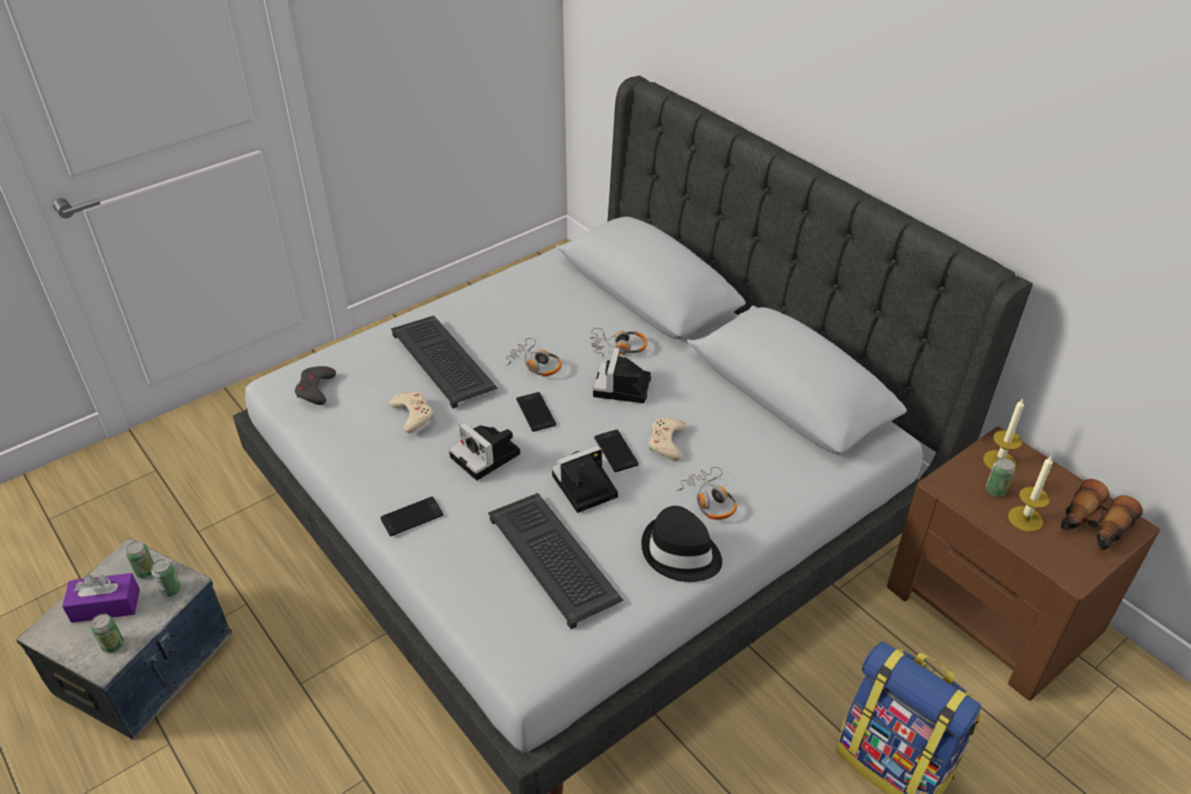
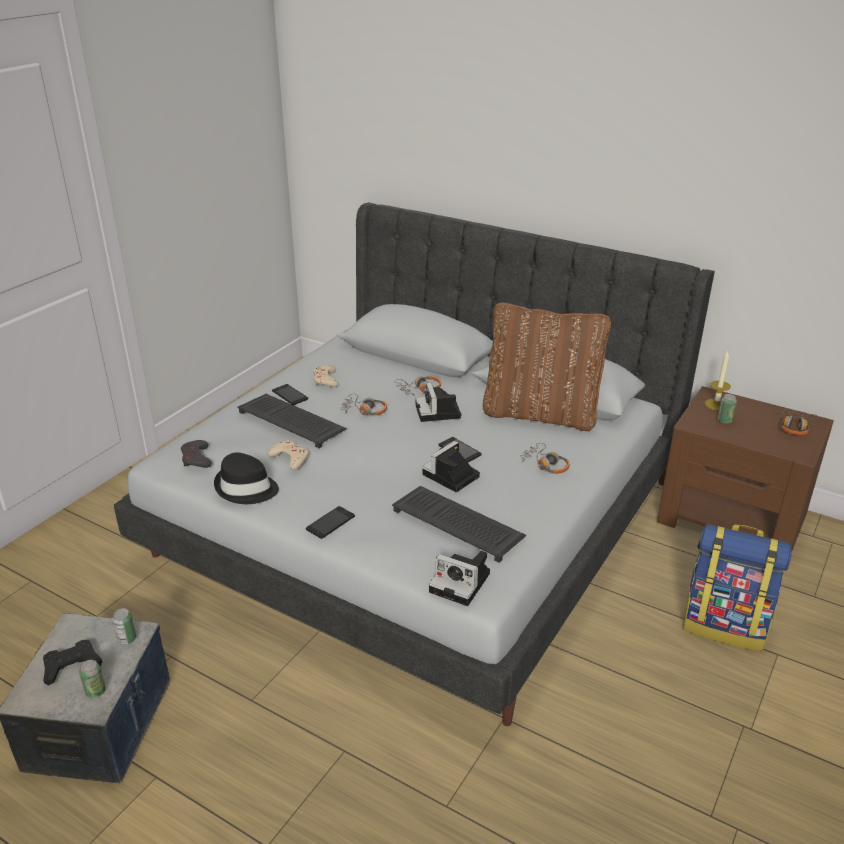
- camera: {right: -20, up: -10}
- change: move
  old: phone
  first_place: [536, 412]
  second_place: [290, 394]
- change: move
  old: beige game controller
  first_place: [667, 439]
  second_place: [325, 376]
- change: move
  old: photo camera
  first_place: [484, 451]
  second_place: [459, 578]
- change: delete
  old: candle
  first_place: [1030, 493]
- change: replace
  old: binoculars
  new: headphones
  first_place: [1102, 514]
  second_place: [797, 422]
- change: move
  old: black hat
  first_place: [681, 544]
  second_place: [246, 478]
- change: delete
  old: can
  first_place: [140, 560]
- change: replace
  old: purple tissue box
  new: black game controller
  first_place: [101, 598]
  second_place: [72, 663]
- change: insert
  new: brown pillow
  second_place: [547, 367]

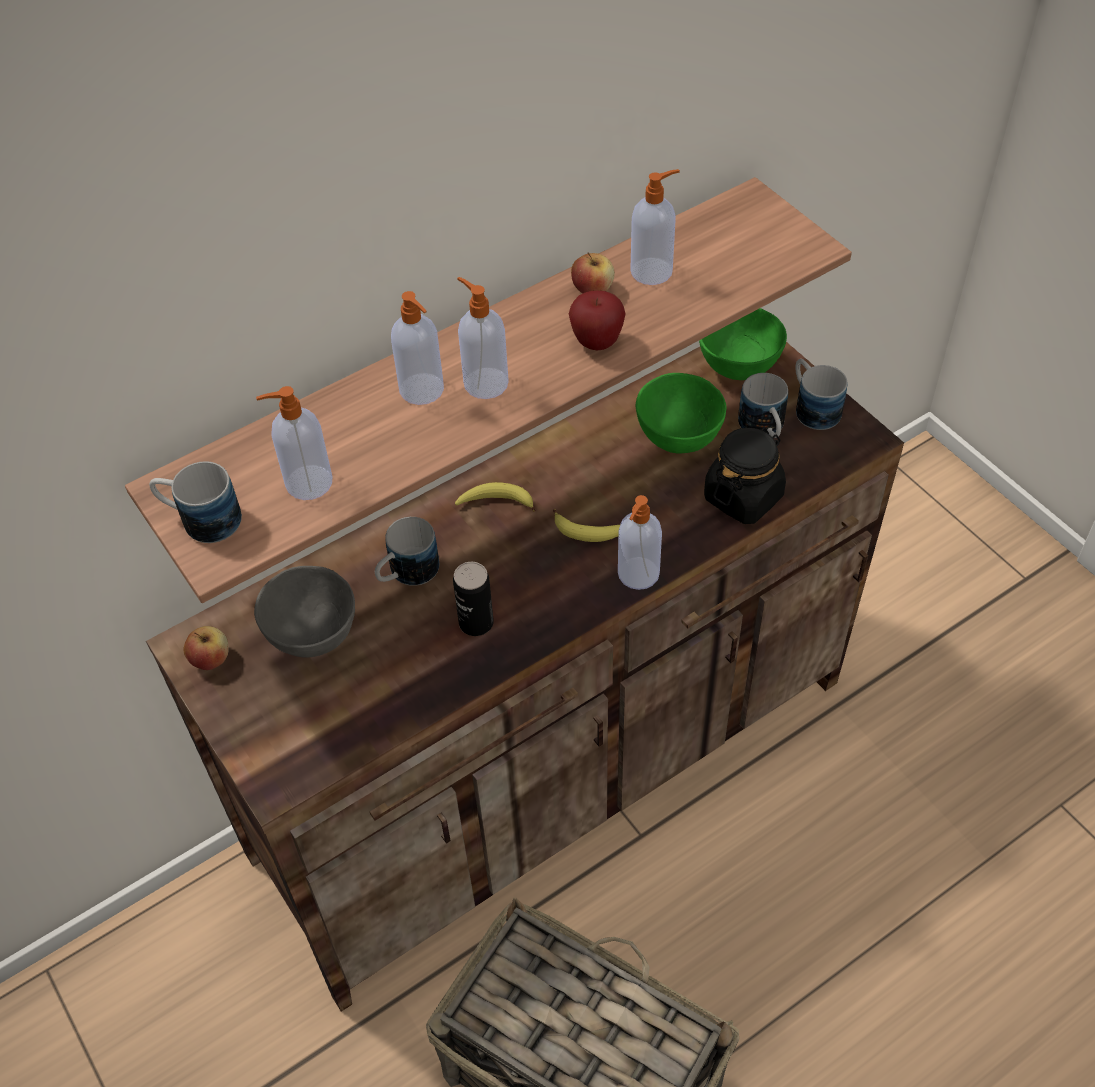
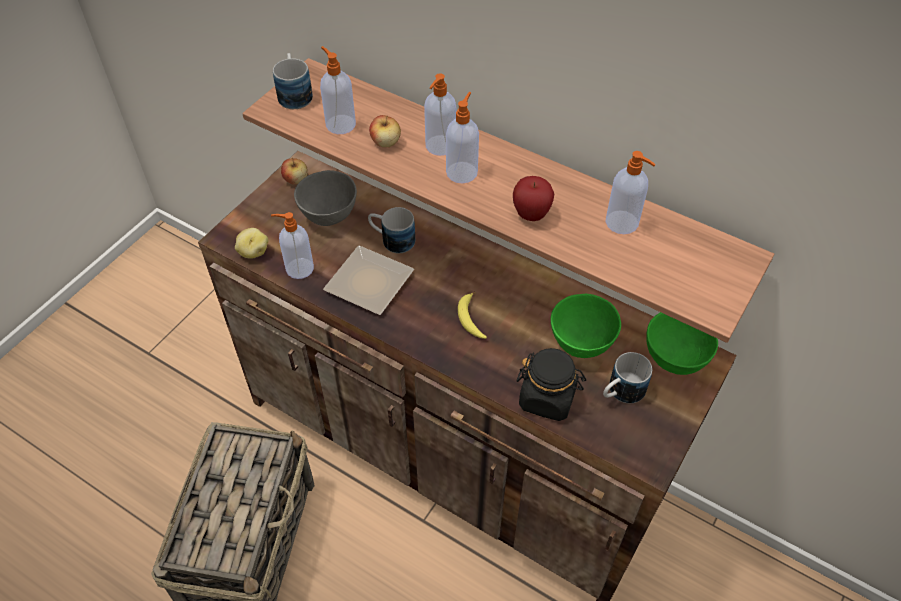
- camera: {right: 65, up: 0}
- change: move
  old: apple
  first_place: [593, 273]
  second_place: [385, 131]
- change: delete
  old: mug
  first_place: [822, 394]
- change: delete
  old: banana
  first_place: [495, 497]
- change: move
  old: soap dispenser
  first_place: [640, 542]
  second_place: [292, 245]
- change: replace
  old: can
  new: plate
  first_place: [473, 599]
  second_place: [368, 280]
- change: insert
  new: potato
  second_place: [251, 243]

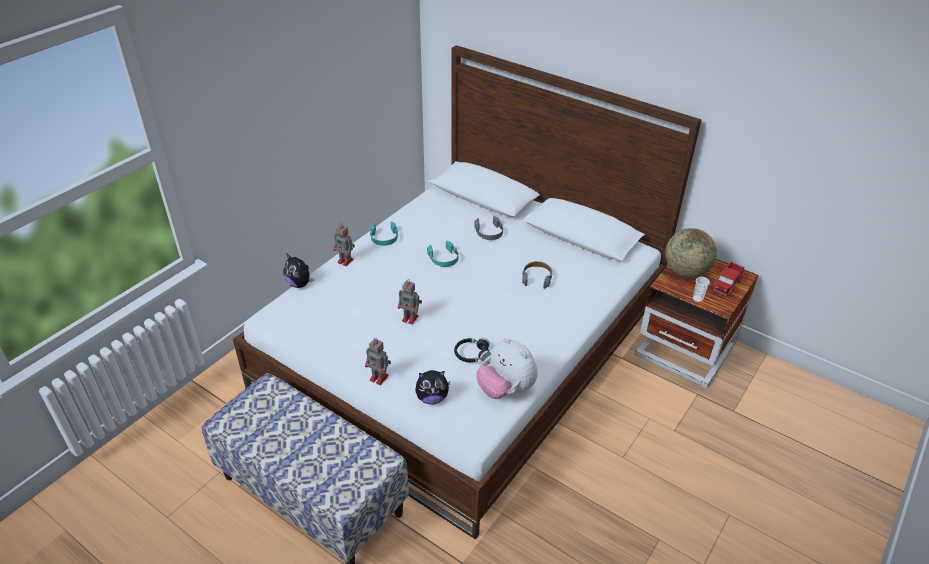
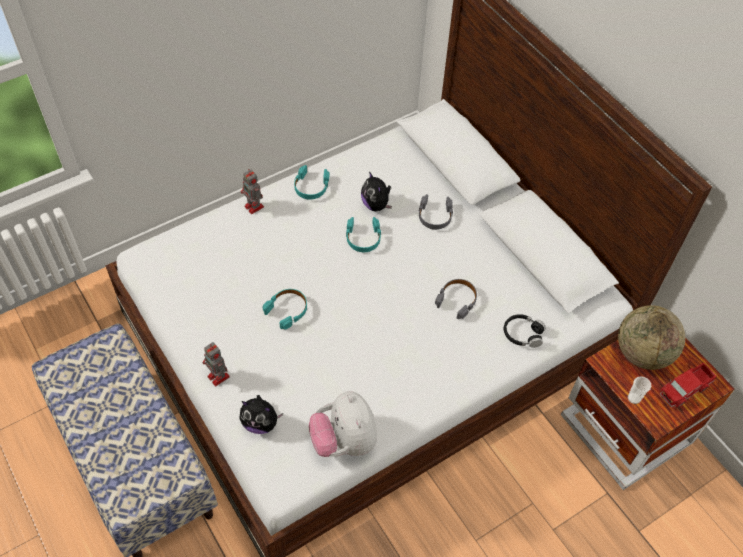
- camera: {right: 20, up: 15}
- change: move
  old: plush toy
  first_place: [298, 270]
  second_place: [376, 191]
- change: replace
  old: toy robot
  new: turquoise headphones
  first_place: [410, 302]
  second_place: [284, 309]
- change: move
  old: black headphones
  first_place: [472, 350]
  second_place: [525, 331]

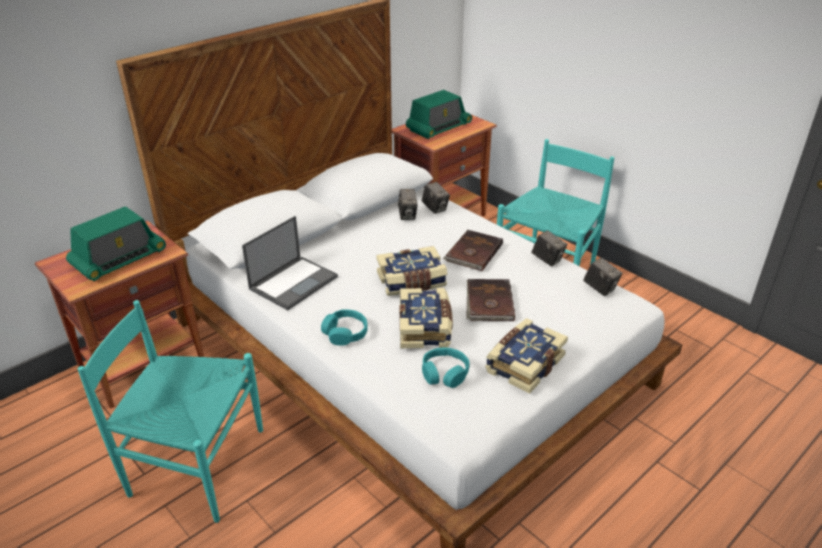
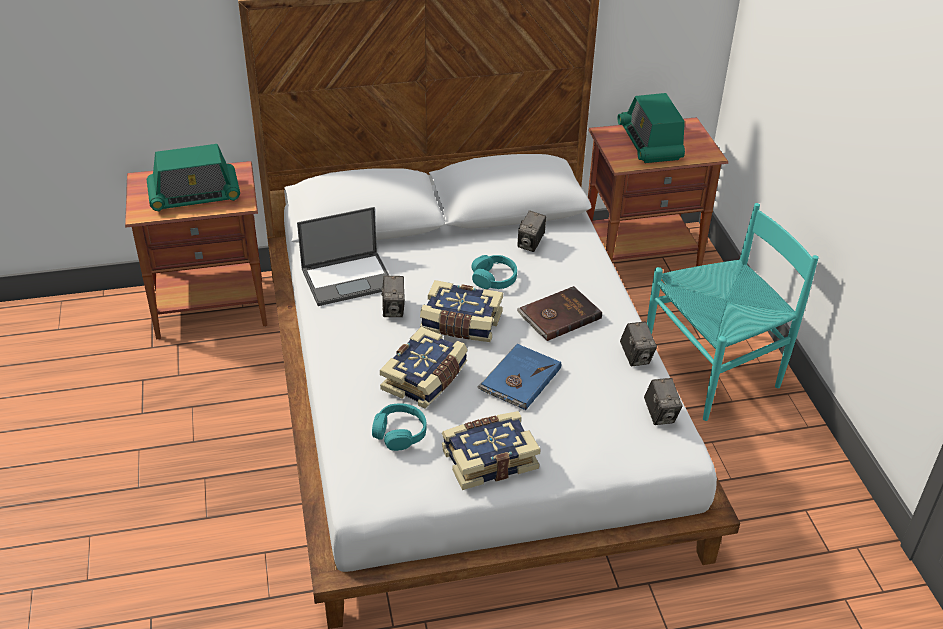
- camera: {right: 30, up: 5}
- change: rotate
  old: radio
  first_place: [439, 114]
  second_place: [651, 128]
  degrees: 90
- change: move
  old: photo camera
  first_place: [436, 198]
  second_place: [393, 296]
- change: recolor
  old: brown book
  new: blue book
  first_place: [490, 300]
  second_place: [519, 377]
- change: delete
  old: turquoise chair
  first_place: [170, 411]
- change: move
  old: turquoise headphones
  first_place: [344, 327]
  second_place: [494, 272]

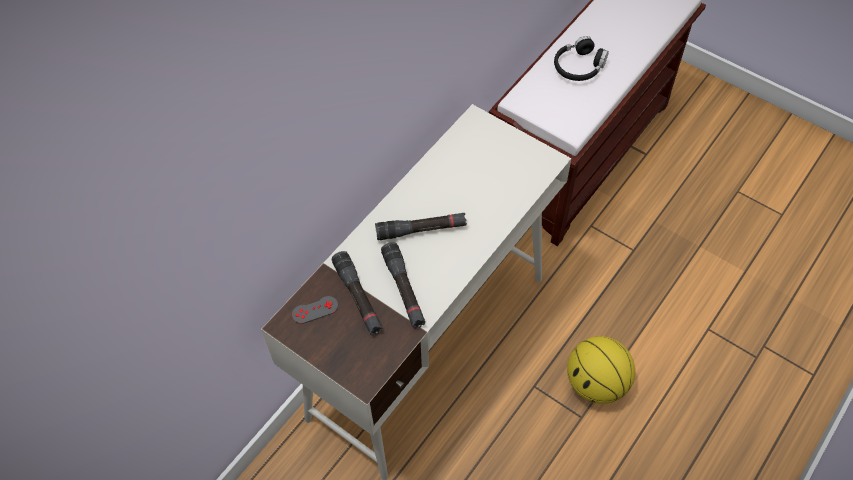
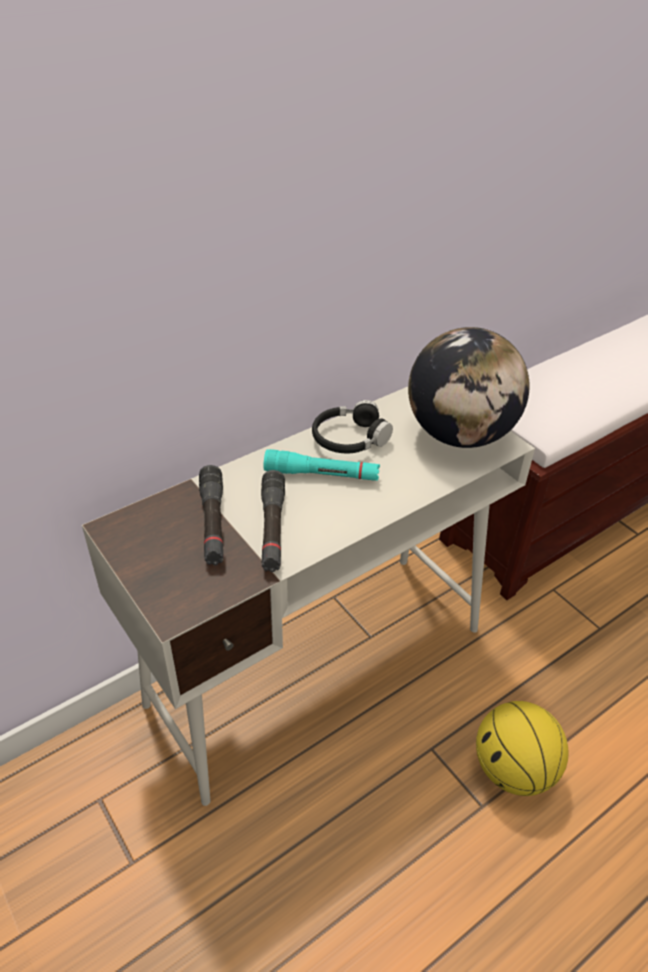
- camera: {right: 15, up: -15}
- change: move
  old: black headphones
  first_place: [581, 58]
  second_place: [352, 426]
- change: recolor
  old: black flashlight
  new: turquoise flashlight
  first_place: [421, 226]
  second_place: [322, 465]
- change: delete
  old: grey game controller
  first_place: [315, 310]
- change: insert
  new: globe
  second_place: [468, 387]

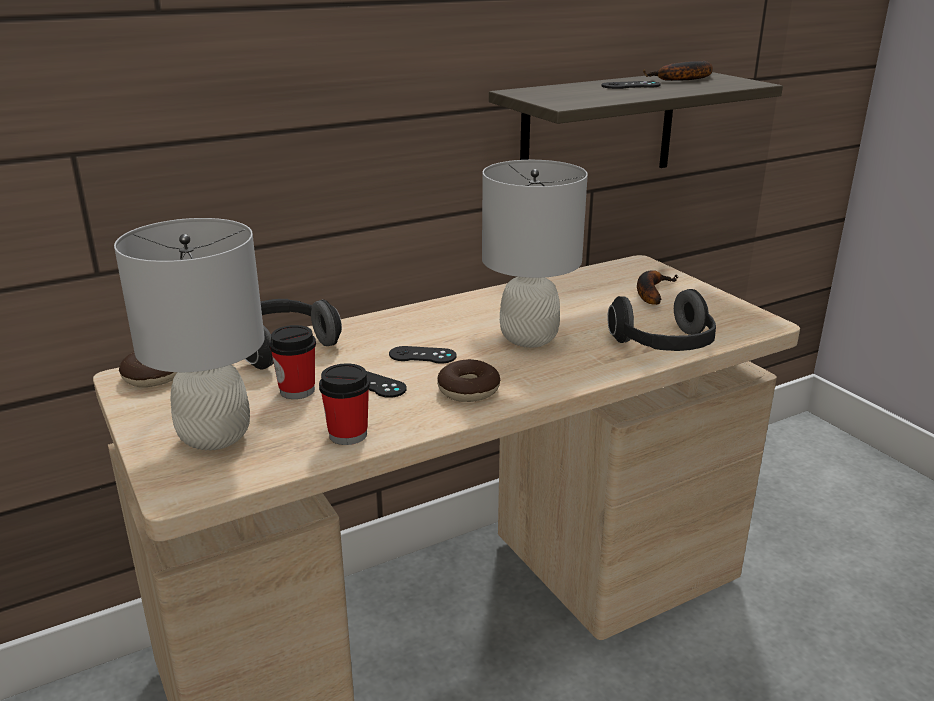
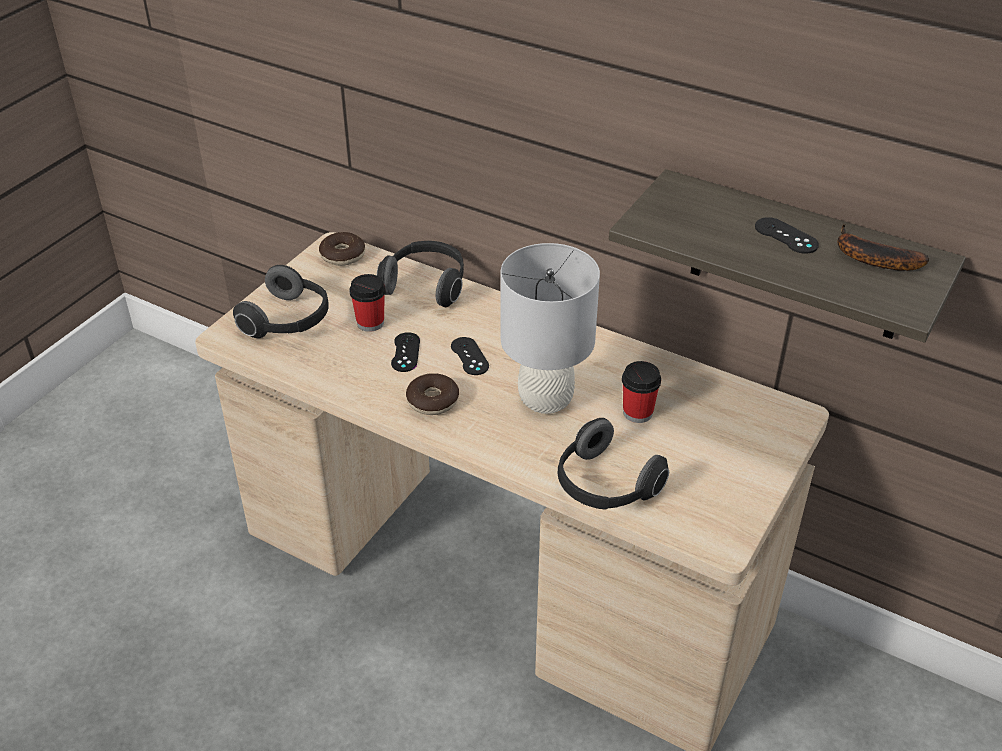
- camera: {right: 60, up: 15}
- change: replace
  old: grey table lamp
  new: headphones
  first_place: [189, 334]
  second_place: [280, 301]
- change: delete
  old: banana
  first_place: [658, 287]
- change: move
  old: cup
  first_place: [344, 404]
  second_place: [641, 392]

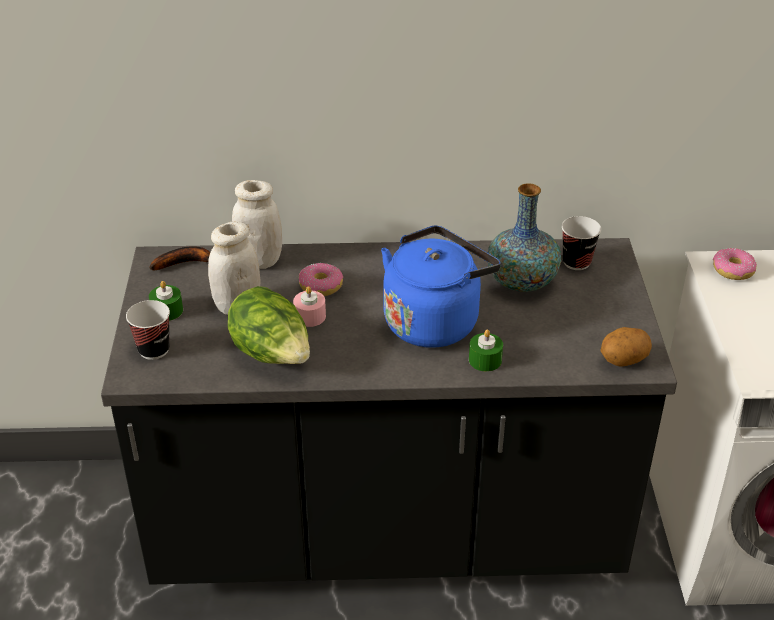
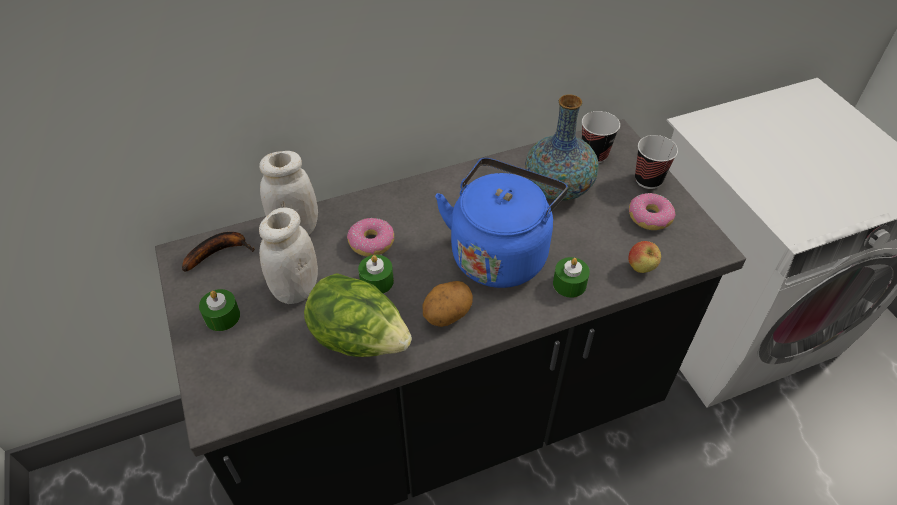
- camera: {right: -20, up: 10}
- change: move
  old: donut
  first_place: [735, 264]
  second_place: [652, 211]
- change: recolor
  old: pink candle
  new: green candle
  first_place: [309, 306]
  second_place: [376, 274]
- change: move
  old: cup
  first_place: [148, 330]
  second_place: [656, 162]
- change: move
  old: potato
  first_place: [626, 347]
  second_place: [448, 304]
- change: insert
  new: apple
  second_place: [644, 257]

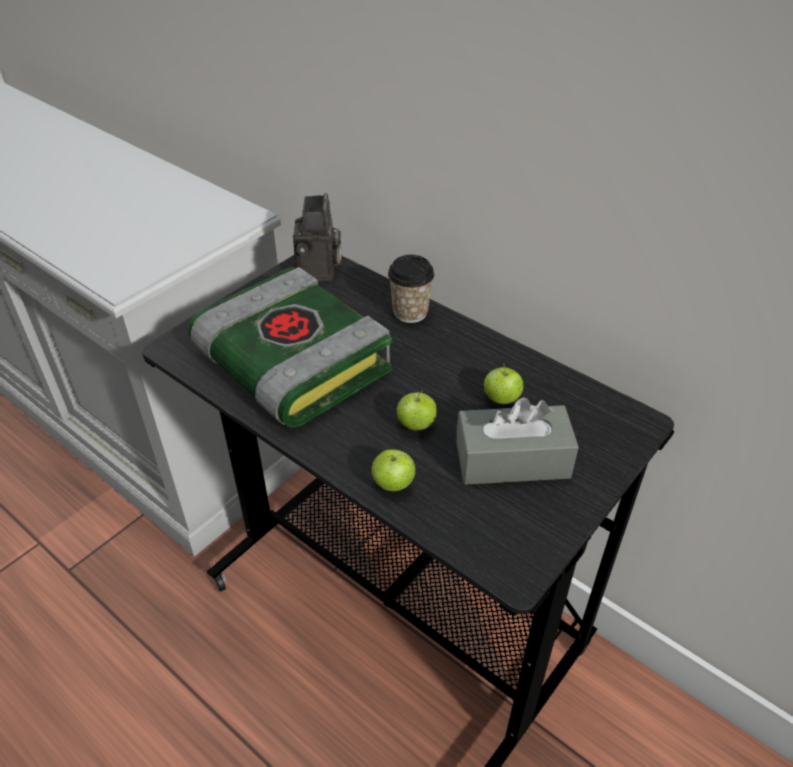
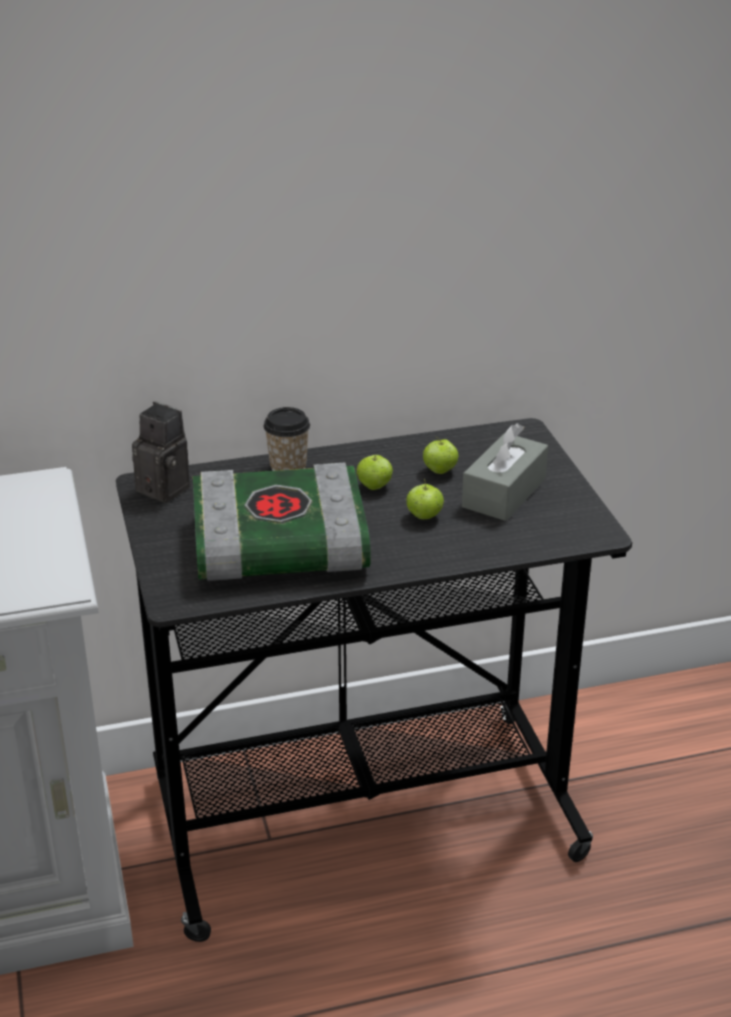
- camera: {right: -55, up: -10}
- change: move
  old: apple
  first_place: [393, 470]
  second_place: [374, 472]

